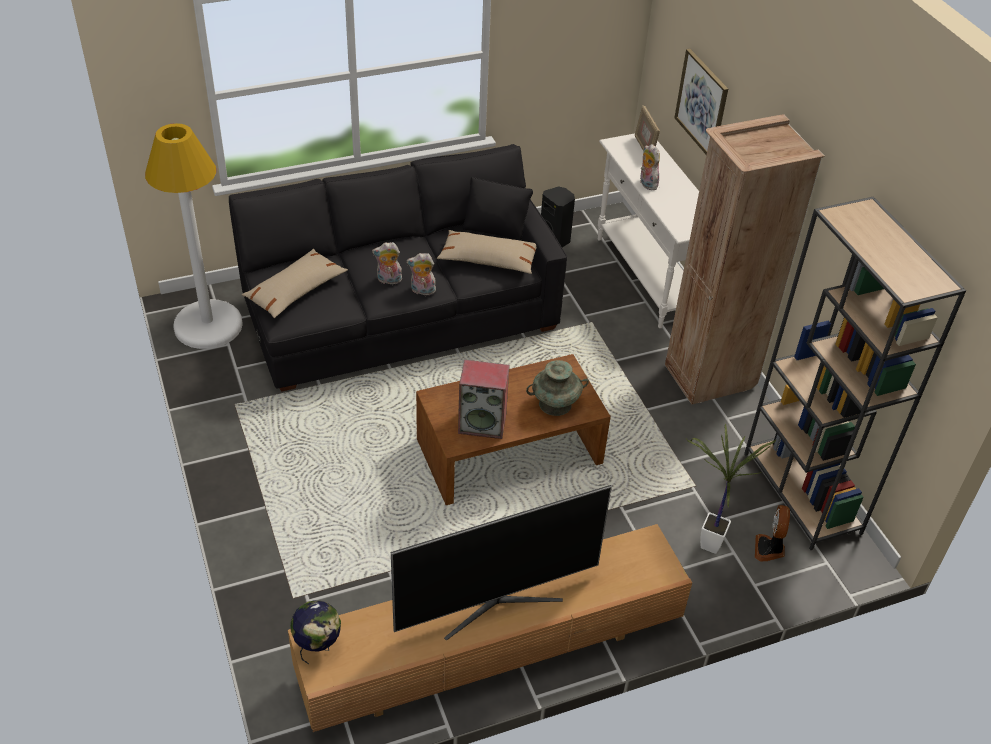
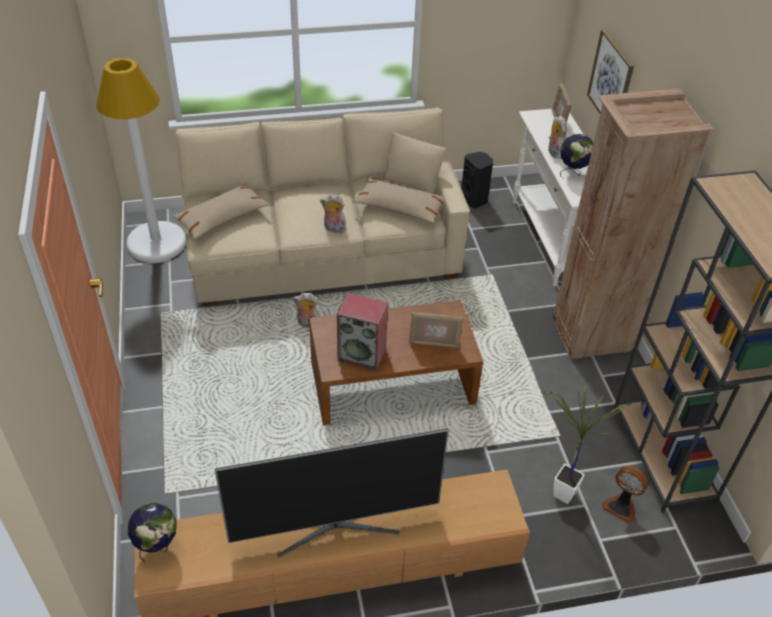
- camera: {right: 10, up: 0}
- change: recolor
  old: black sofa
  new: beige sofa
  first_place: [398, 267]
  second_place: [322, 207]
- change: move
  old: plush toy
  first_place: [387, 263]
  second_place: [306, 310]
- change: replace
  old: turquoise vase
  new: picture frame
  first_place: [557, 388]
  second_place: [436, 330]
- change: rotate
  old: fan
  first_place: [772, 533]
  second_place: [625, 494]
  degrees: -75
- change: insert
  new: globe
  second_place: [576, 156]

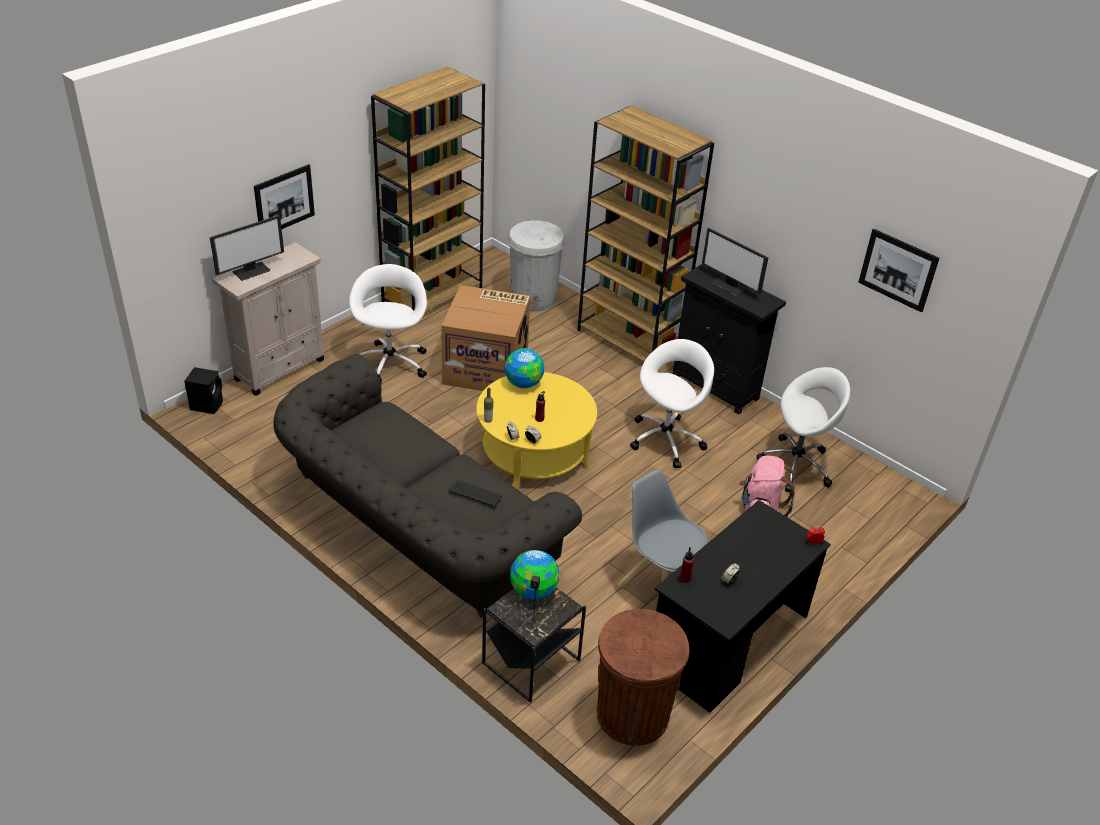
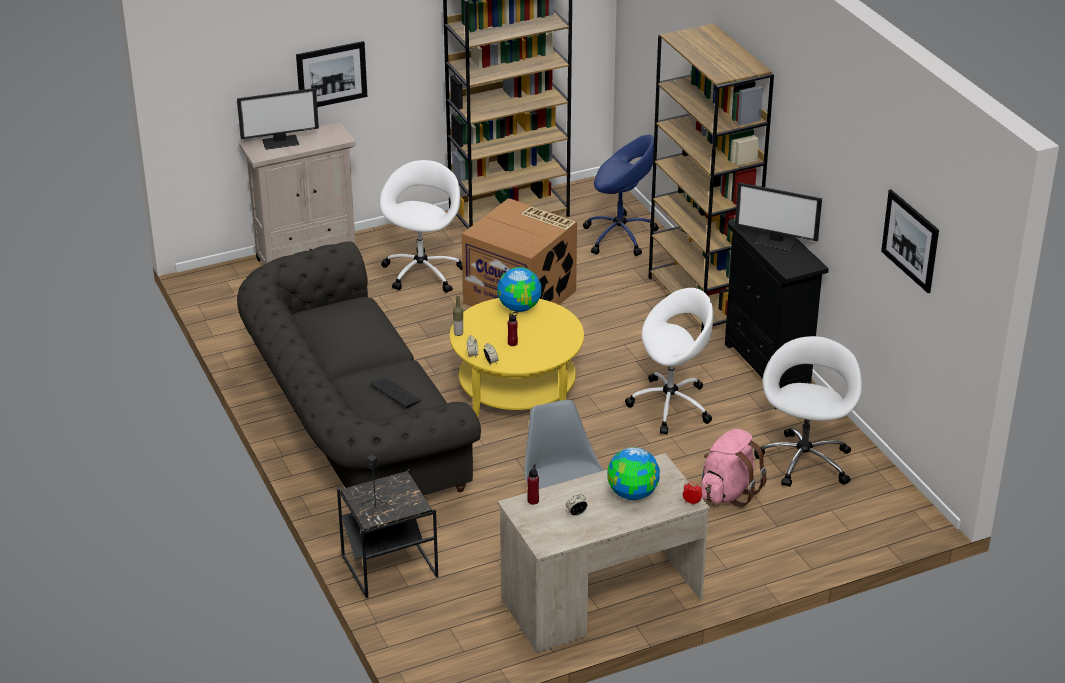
- camera: {right: 25, up: -5}
- change: replace
  old: white trash can
  new: blue office chair
  first_place: [536, 266]
  second_place: [620, 195]
- change: rotate
  old: monitor
  first_place: [735, 262]
  second_place: [778, 216]
  degrees: -45
- change: delete
  old: black speaker
  first_place: [203, 390]
- change: rotate
  old: white office chair
  first_place: [803, 429]
  second_place: [808, 411]
  degrees: -90
- change: recolor
  old: black desk
  new: beige desk
  first_place: [743, 606]
  second_place: [604, 553]
- change: move
  old: globe
  first_place: [534, 575]
  second_place: [633, 473]
- change: delete
  old: brown trash can
  first_place: [642, 677]

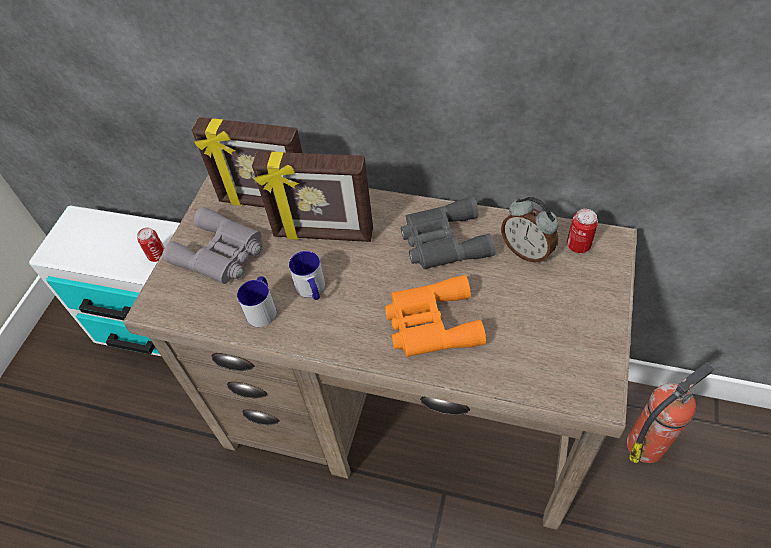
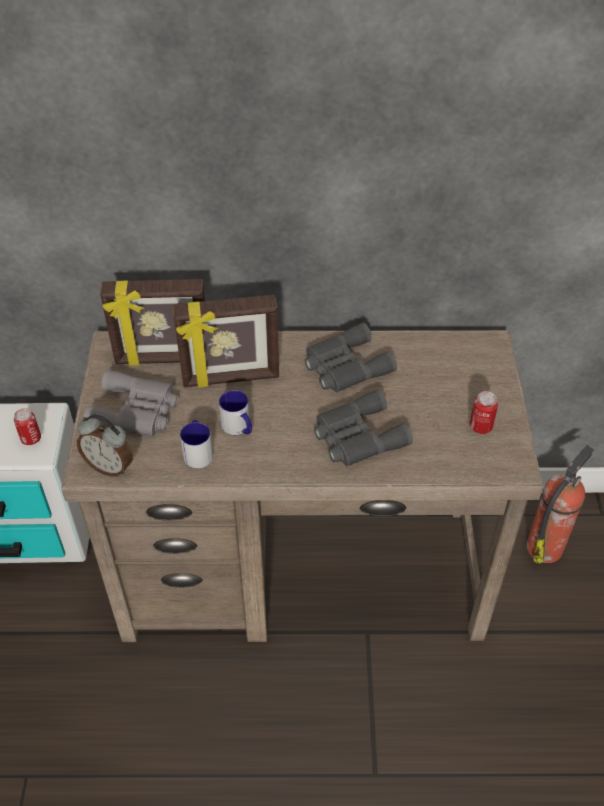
- camera: {right: -20, up: -5}
- change: move
  old: alarm clock
  first_place: [530, 230]
  second_place: [105, 445]
- change: move
  old: can
  first_place: [582, 231]
  second_place: [484, 412]
- change: recolor
  old: orange binoculars
  new: grey binoculars
  first_place: [435, 316]
  second_place: [363, 427]

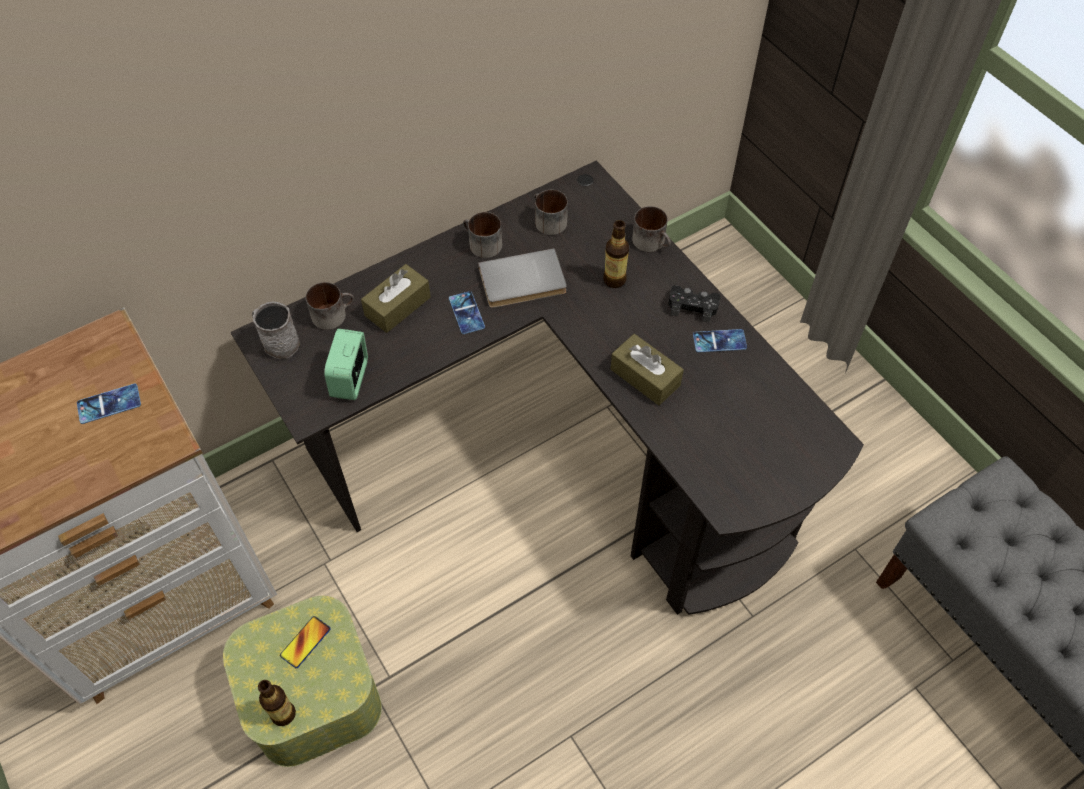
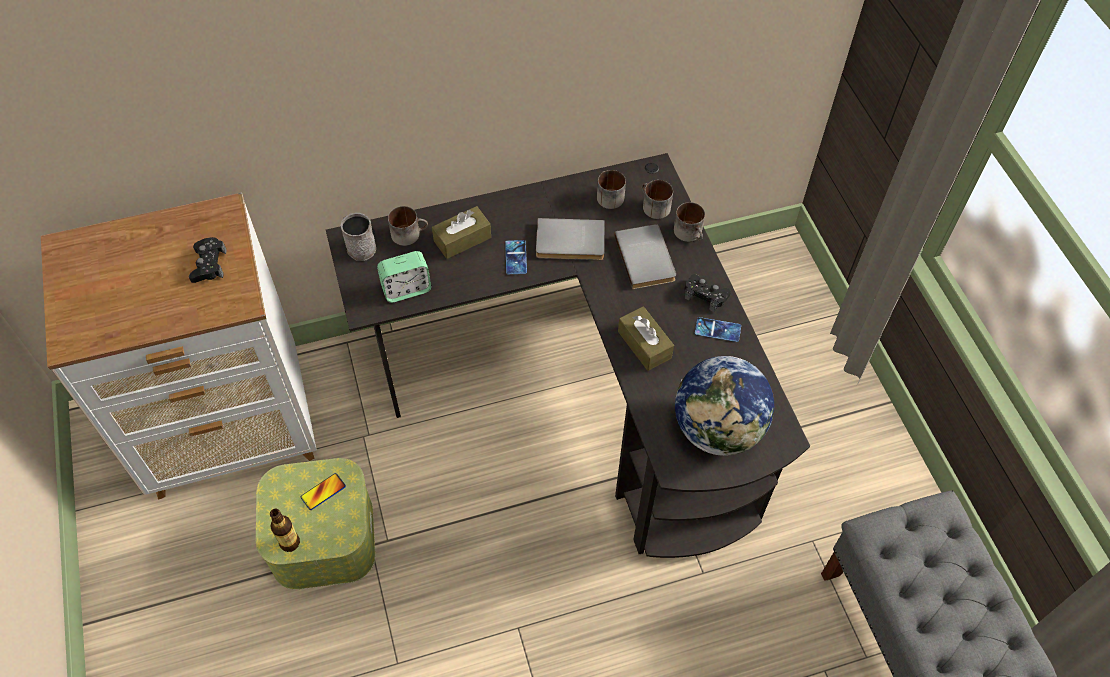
- camera: {right: 15, up: 0}
- change: move
  old: mug
  first_place: [482, 235]
  second_place: [657, 199]
- change: replace
  old: bottle
  new: grey book
  first_place: [616, 254]
  second_place: [645, 257]
- change: rotate
  old: alarm clock
  first_place: [346, 364]
  second_place: [404, 277]
  degrees: -135
- change: replace
  old: phone
  new: black game controller
  first_place: [109, 404]
  second_place: [208, 260]
- change: insert
  new: globe
  second_place: [724, 406]

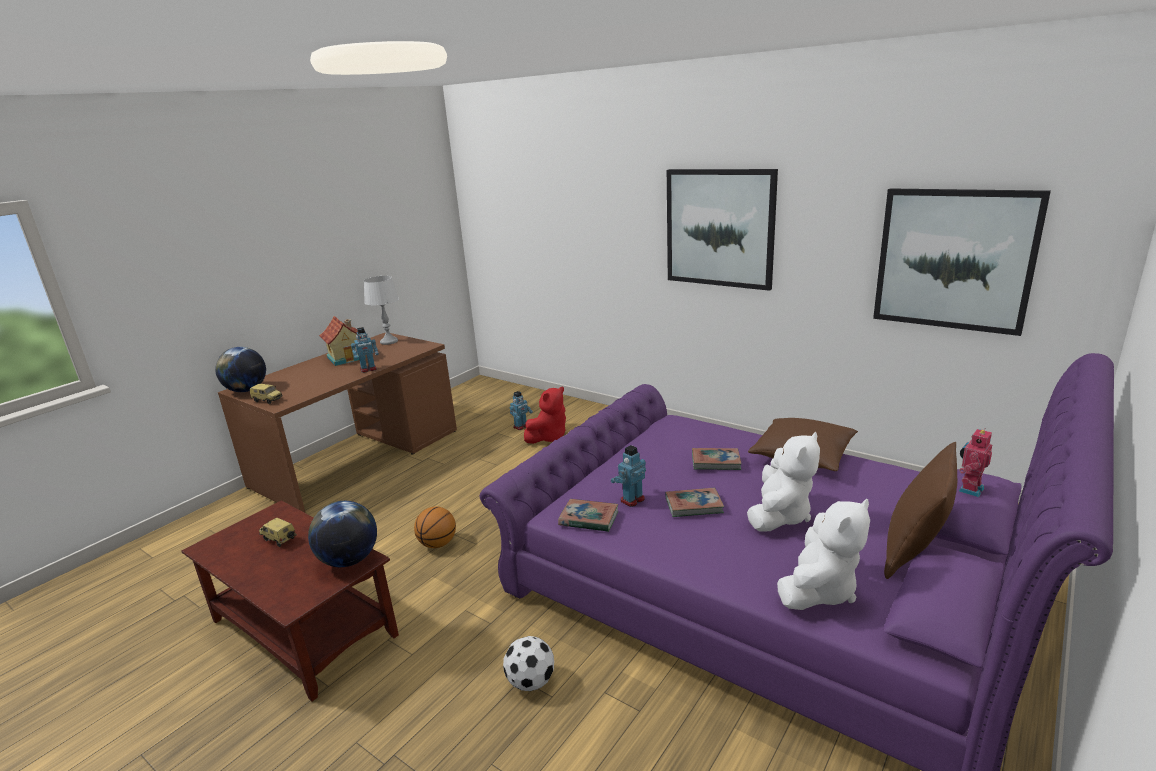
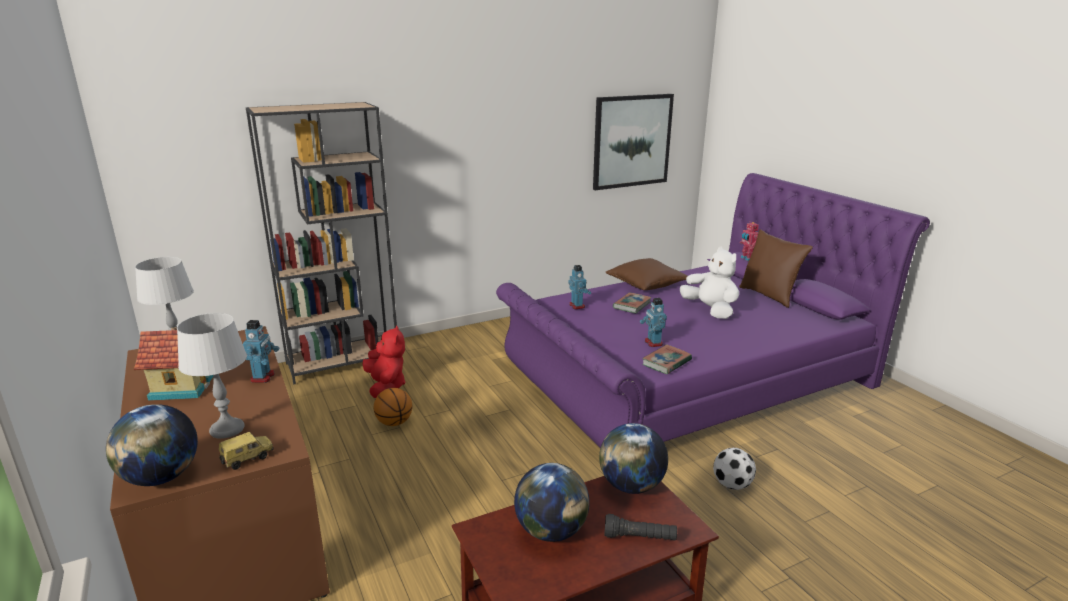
- camera: {right: -65, up: 0}
- change: delete
  old: picture
  first_place: [722, 230]
- change: move
  old: toy robot
  first_place: [521, 410]
  second_place: [579, 287]
- change: delete
  old: book
  first_place: [694, 502]
- change: delete
  old: white plush toy
  first_place: [823, 554]
- change: move
  old: basketball
  first_place: [435, 527]
  second_place: [393, 407]
- change: replace
  old: toy car
  new: globe
  first_place: [278, 532]
  second_place: [552, 502]
- change: insert
  new: bookcase
  second_place: [321, 243]
- change: insert
  new: grey table lamp
  second_place: [212, 376]
- change: insert
  new: black flashlight
  second_place: [640, 527]

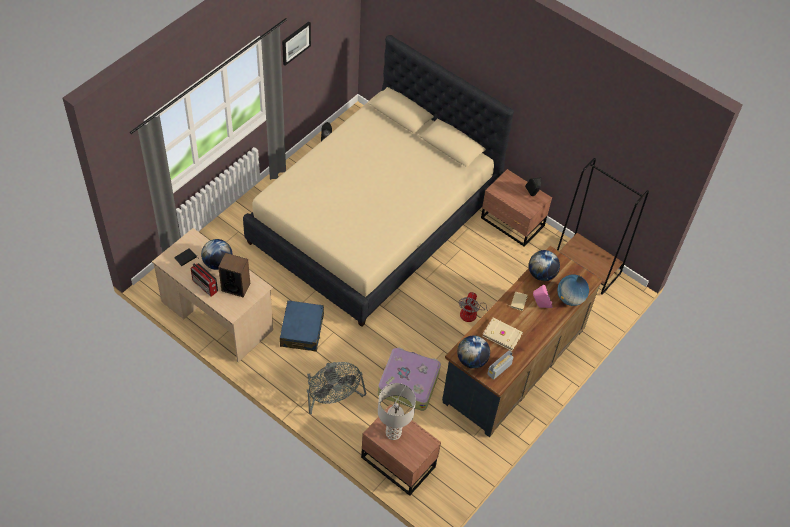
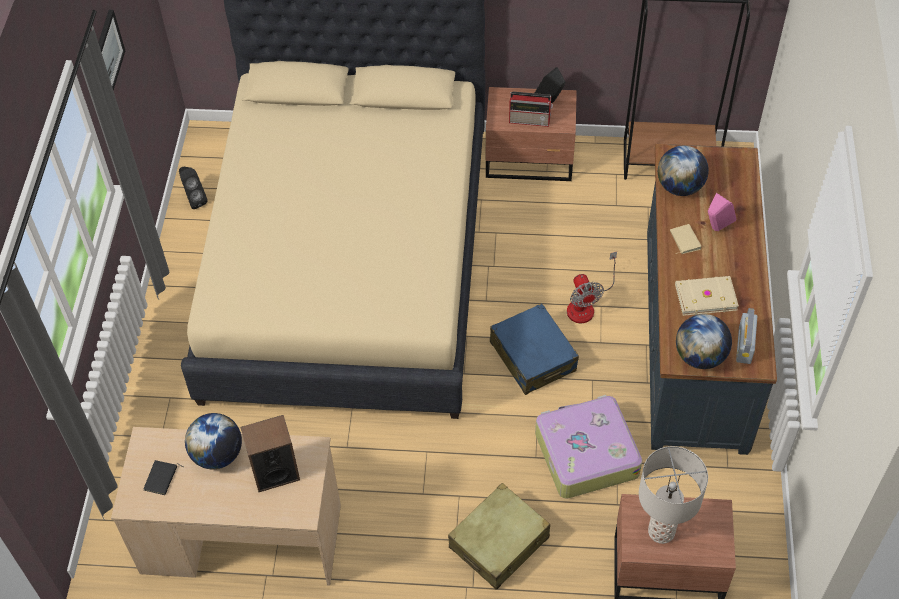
- camera: {right: -30, up: 0}
- change: move
  old: radio
  first_place: [204, 280]
  second_place: [531, 109]
- change: delete
  old: globe
  first_place: [573, 290]
- change: move
  old: blue suitcase
  first_place: [302, 326]
  second_place: [534, 349]
- change: replace
  old: grey fan
  new: beige suitcase
  first_place: [336, 388]
  second_place: [499, 536]

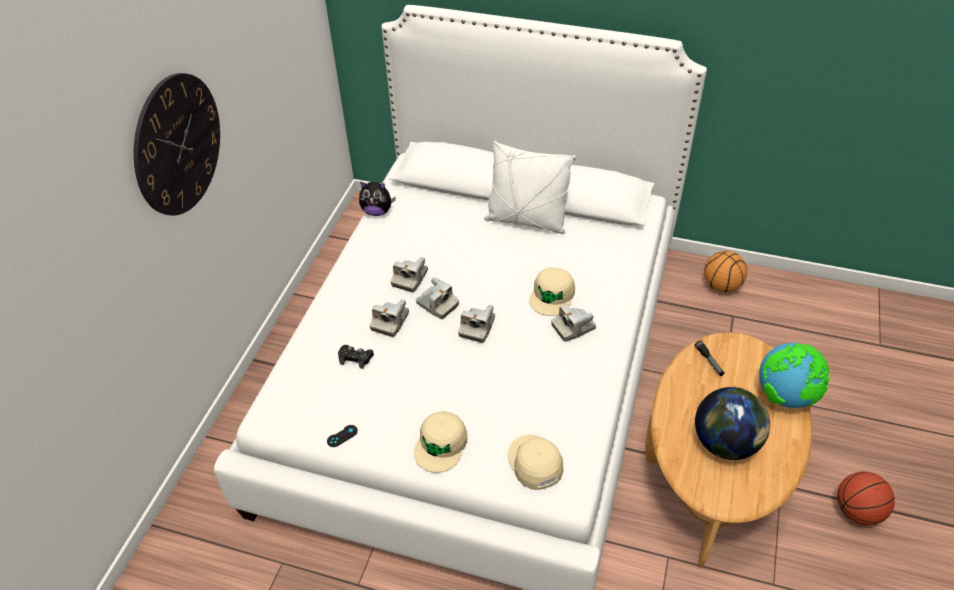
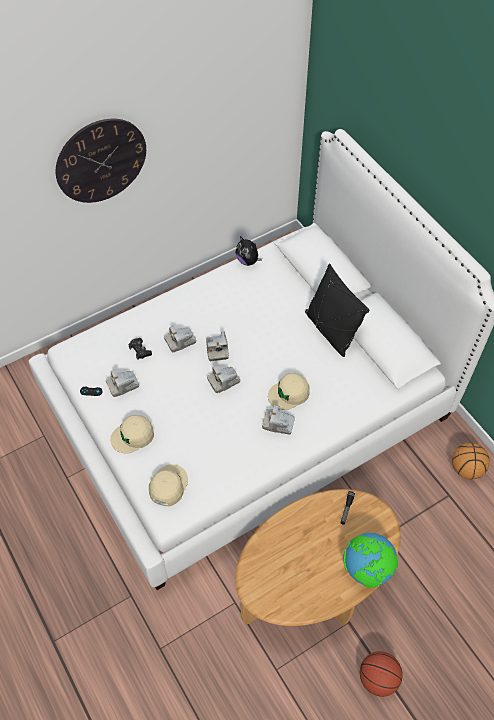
- camera: {right: 40, up: 10}
- change: recolor
  old: white pillow
  new: black pillow
  first_place: [530, 187]
  second_place: [337, 310]
- change: move
  old: photo camera
  first_place: [409, 274]
  second_place: [122, 383]
- change: delete
  old: globe
  first_place: [732, 423]

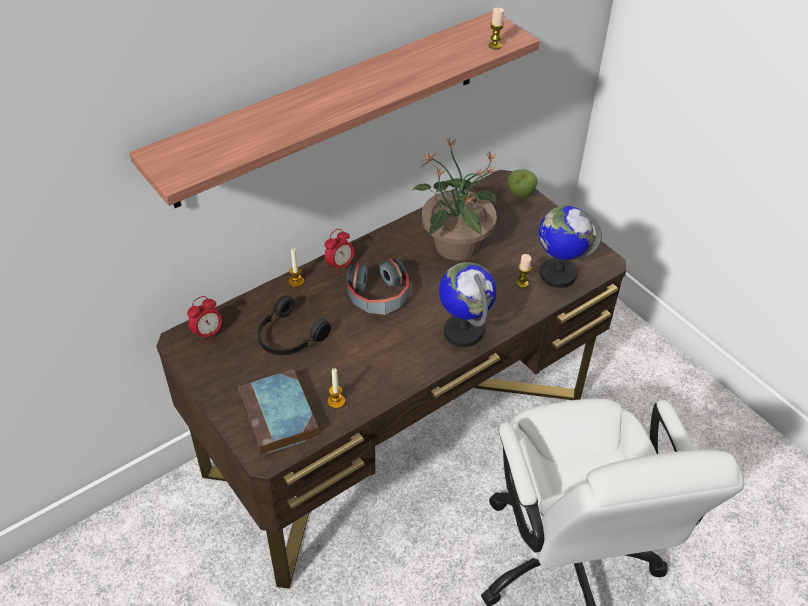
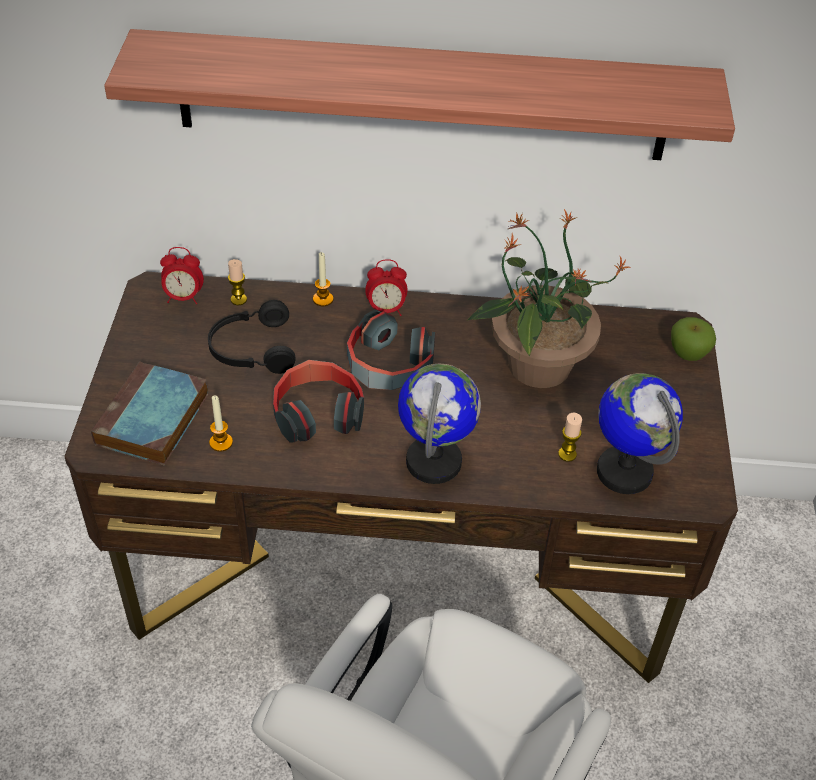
- camera: {right: 40, up: 0}
- change: move
  old: candle
  first_place: [496, 28]
  second_place: [237, 282]
- change: insert
  new: headphones
  second_place: [318, 401]

